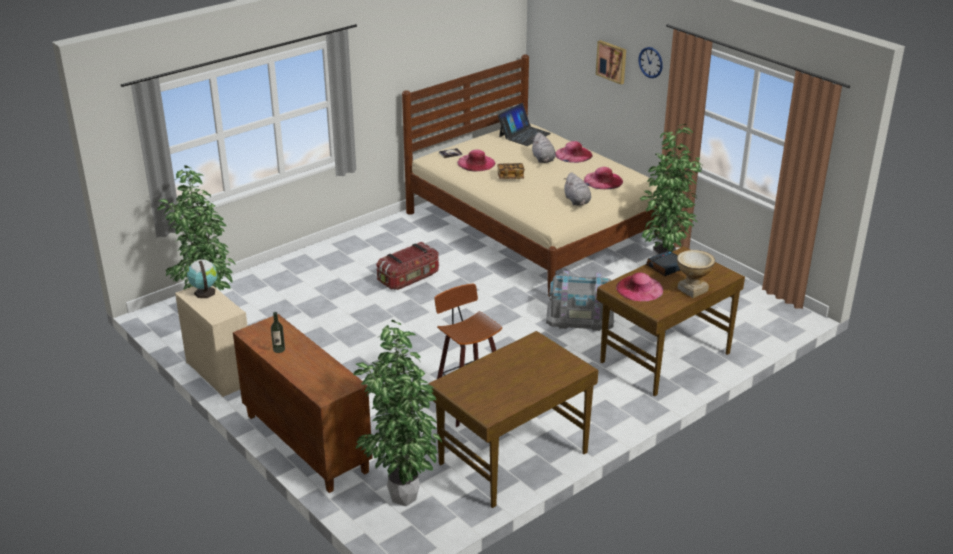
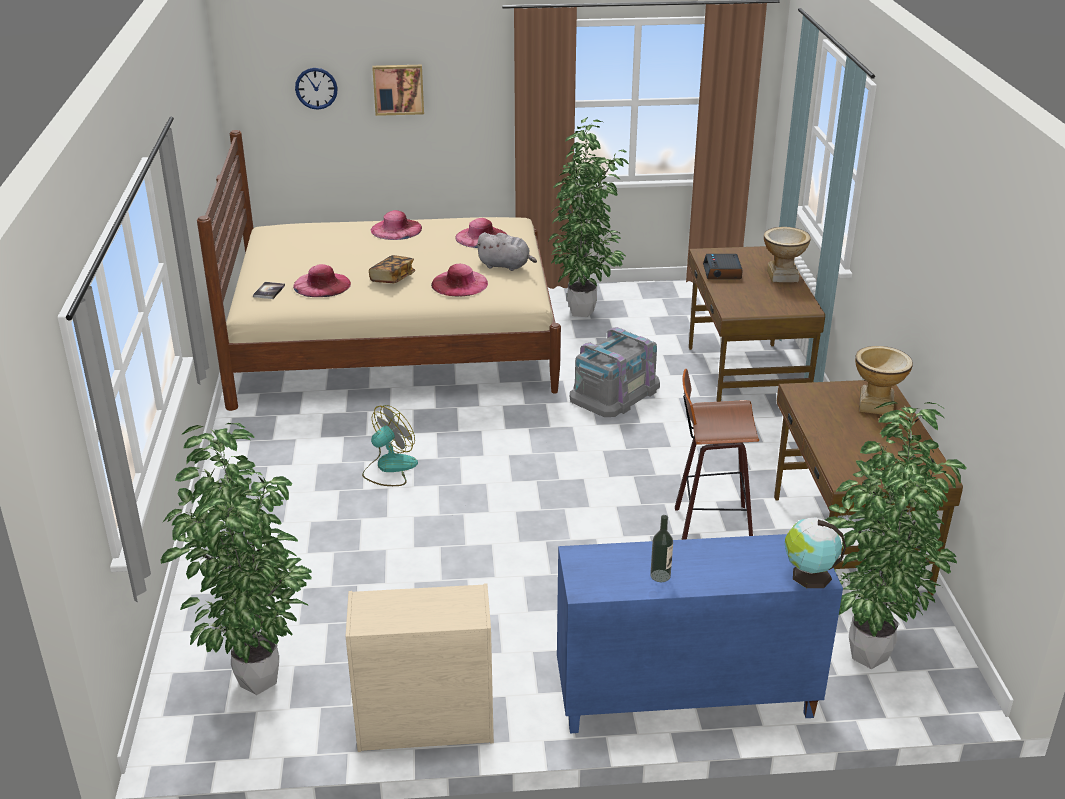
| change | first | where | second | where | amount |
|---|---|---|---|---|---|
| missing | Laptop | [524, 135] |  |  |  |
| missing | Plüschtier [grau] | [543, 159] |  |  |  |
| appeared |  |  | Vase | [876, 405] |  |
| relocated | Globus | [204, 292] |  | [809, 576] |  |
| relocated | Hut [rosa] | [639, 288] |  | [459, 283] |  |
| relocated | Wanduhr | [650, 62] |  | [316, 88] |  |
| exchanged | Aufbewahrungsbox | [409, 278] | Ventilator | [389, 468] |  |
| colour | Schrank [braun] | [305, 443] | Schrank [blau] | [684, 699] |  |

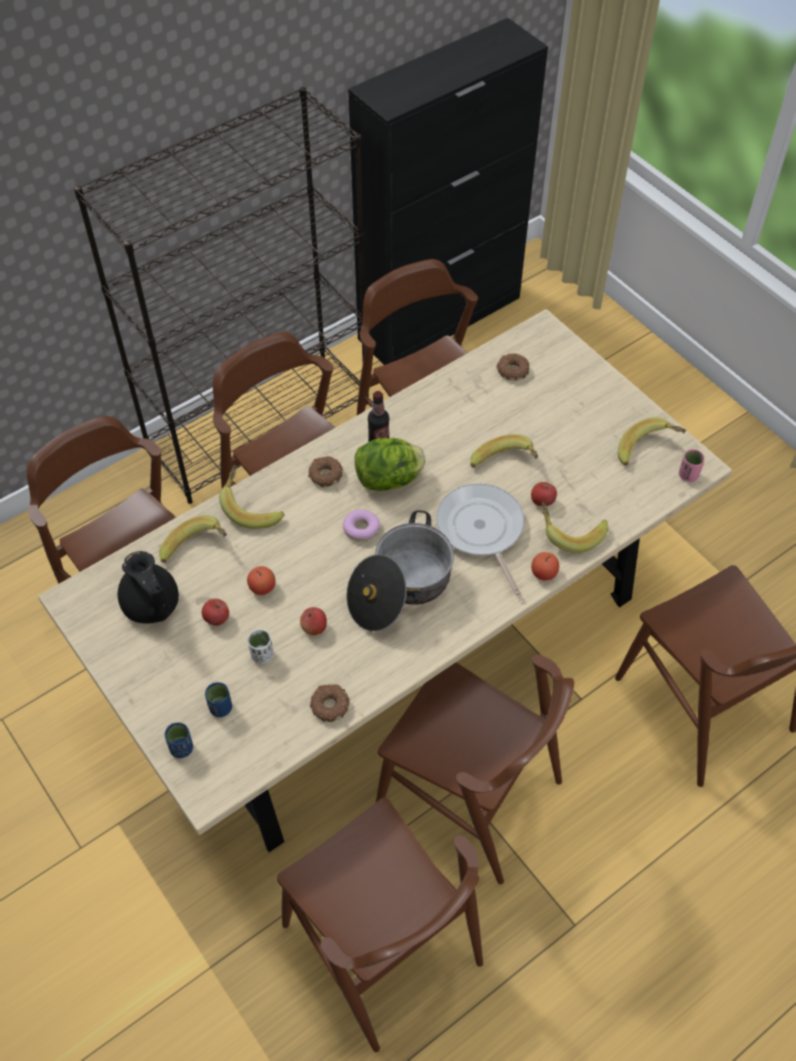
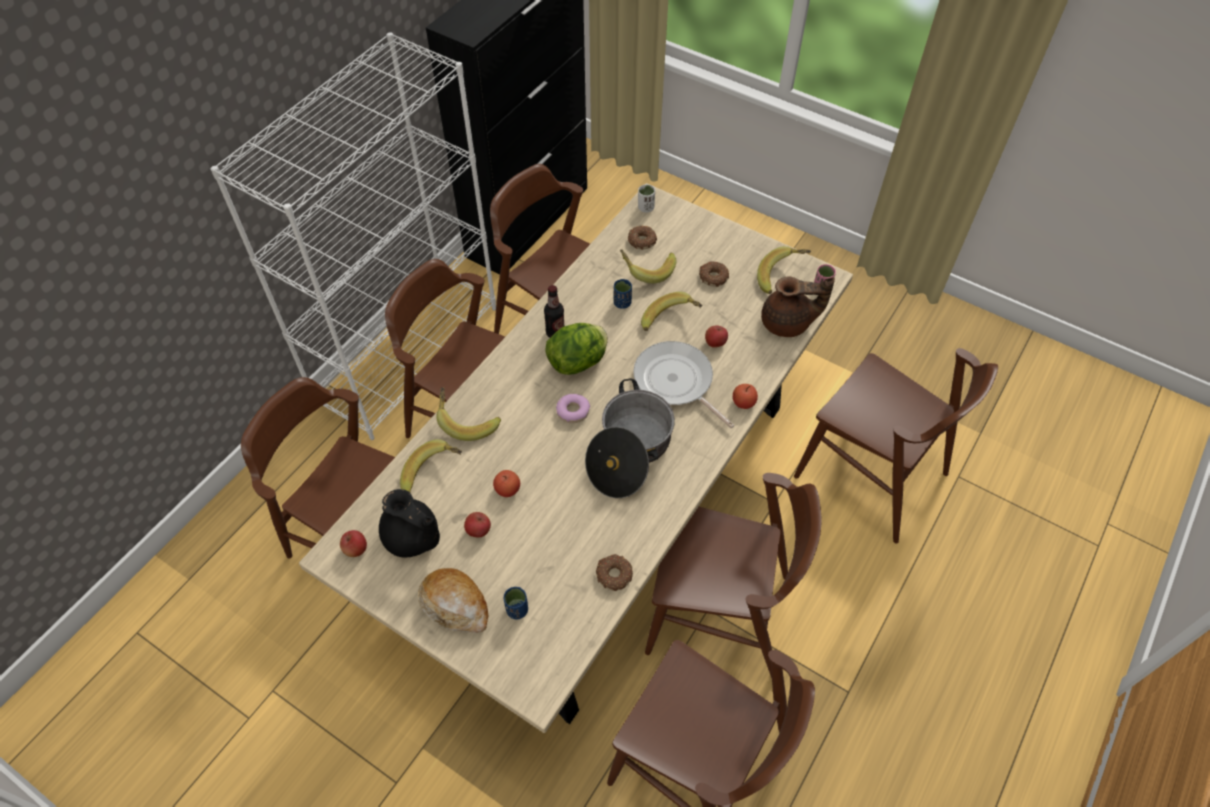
| change | first | where | second | where | amount |
|---|---|---|---|---|---|
| appeared |  |  | Brot | [455, 605] |  |
| appeared |  |  | Teekanne [braun] | [788, 323] |  |
| relocated | Tasse [blau] | [181, 748] |  | [622, 303] |  |
| relocated | Tasse [weiß] | [262, 655] |  | [646, 208] |  |
| relocated | Apfel | [314, 628] |  | [356, 549] |  |
| relocated | Donut | [325, 474] |  | [713, 277] |  |
| relocated | Banane | [570, 532] |  | [647, 270] |  |
| colour | Bücherregal [schwarz] | [260, 425] | Bücherregal [weiß] | [408, 353] |  |

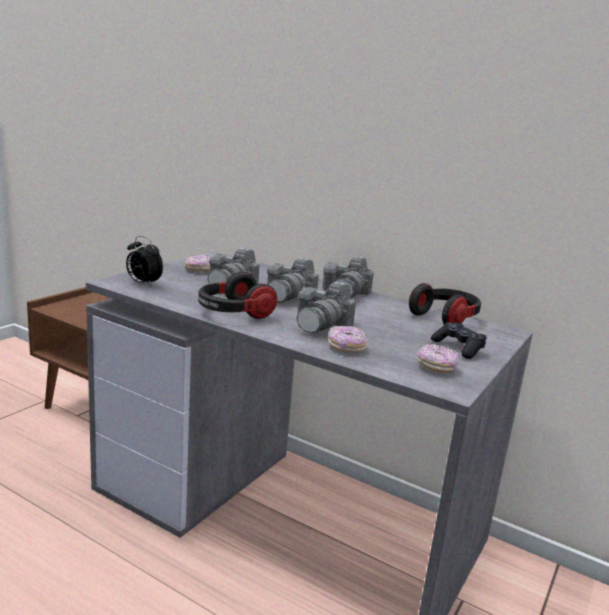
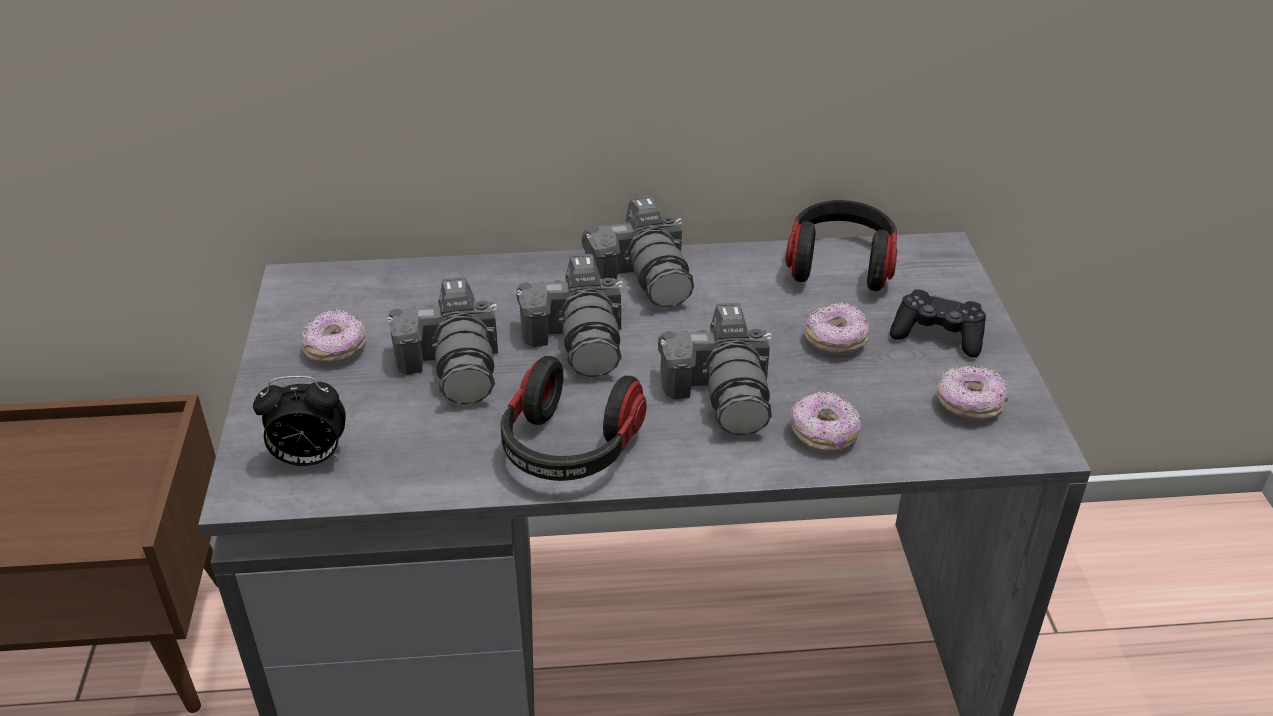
| change | first | where | second | where | amount |
|---|---|---|---|---|---|
| appeared |  |  | Donut | [836, 341] |  |

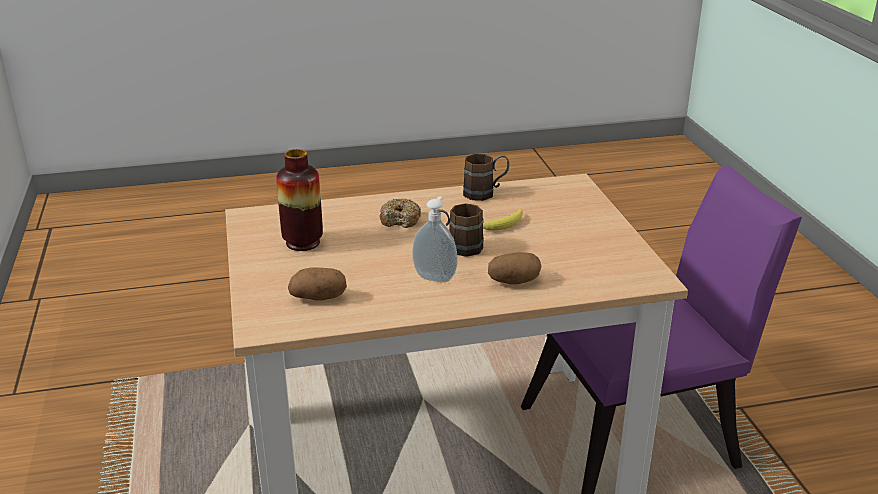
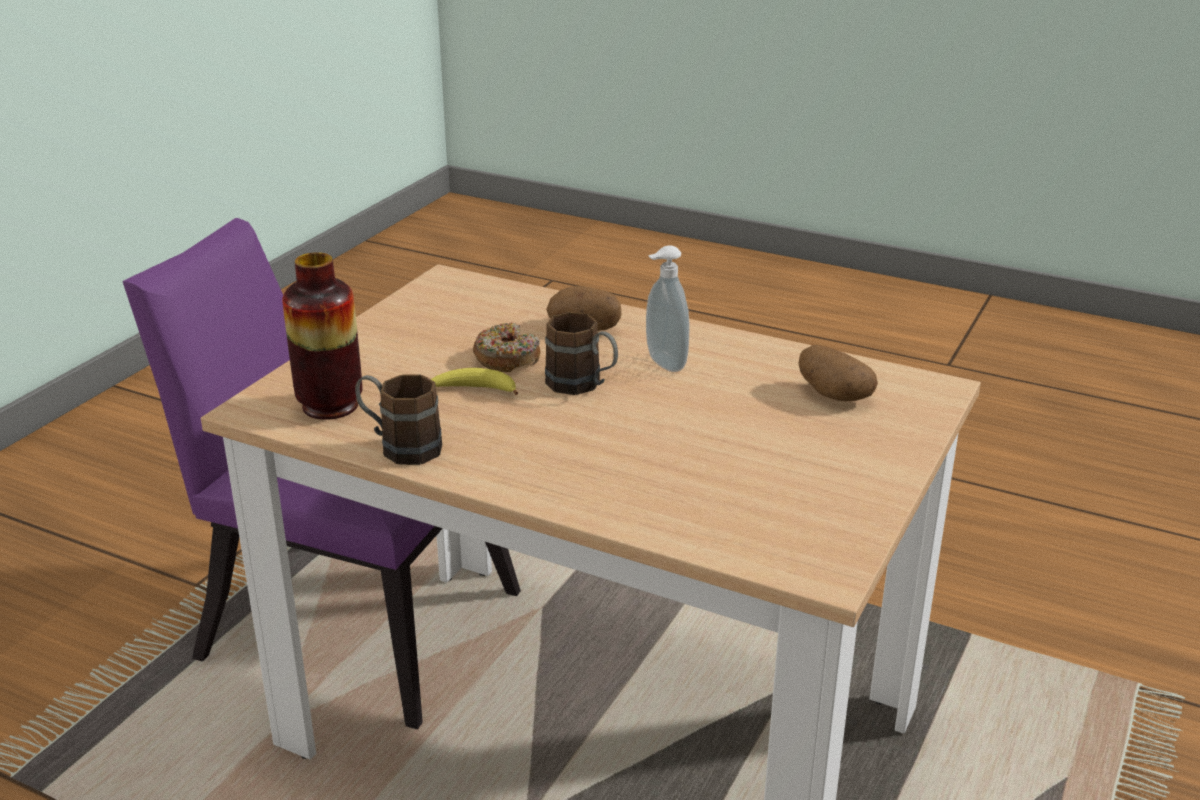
| change | first | where | second | where | amount |
|---|---|---|---|---|---|
| relocated | Vase | [303, 242] |  | [330, 406] |  |
| relocated | Donut | [400, 220] |  | [506, 358] |  |

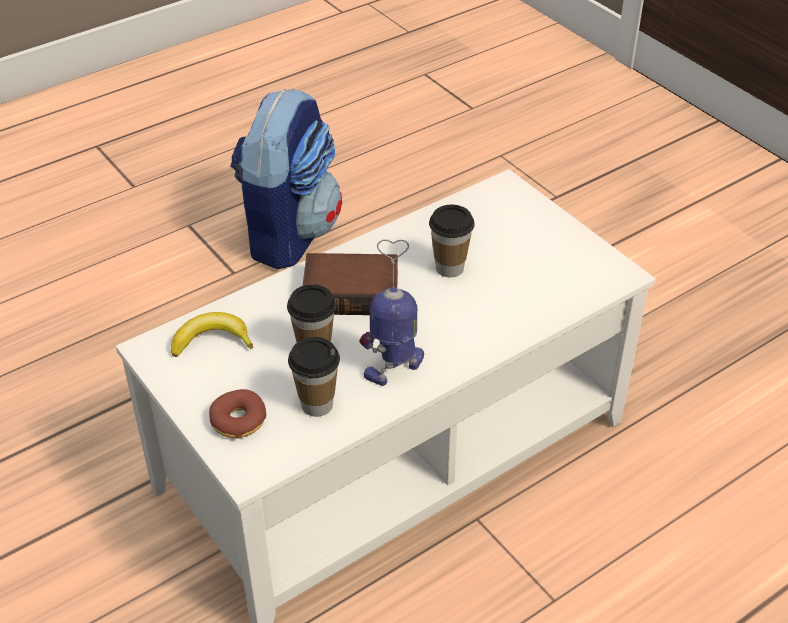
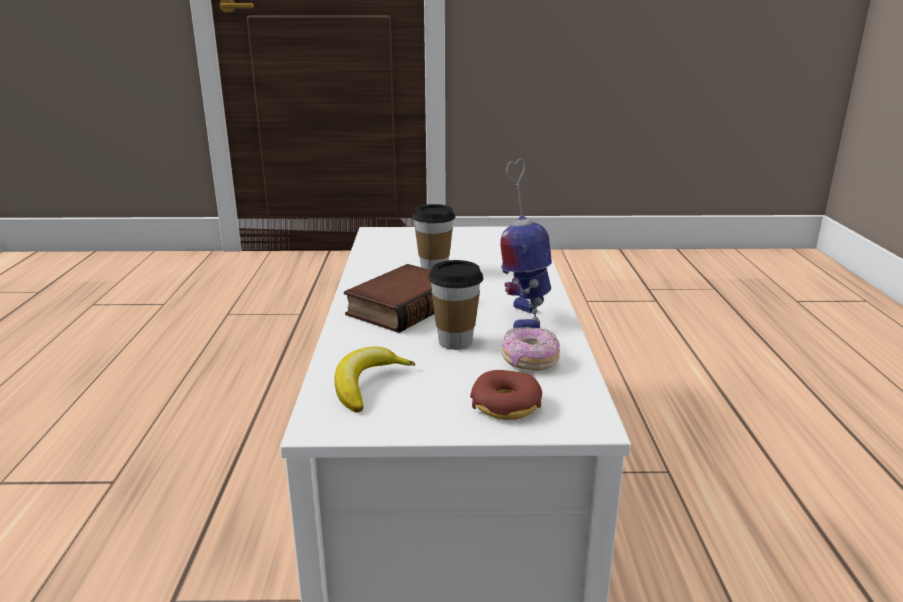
| change | first | where | second | where | amount |
|---|---|---|---|---|---|
| missing | Rucksack | [289, 233] |  |  |  |
| exchanged | Tasse | [317, 405] | Donut | [529, 361] |  |

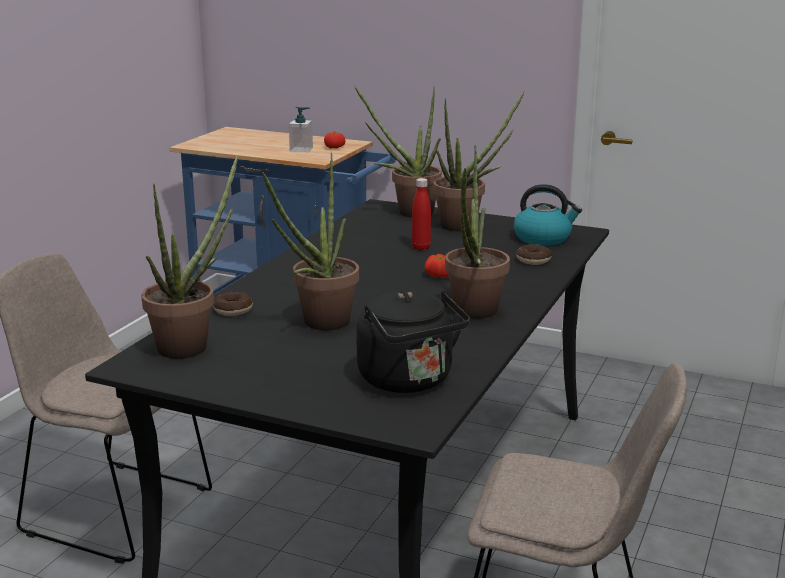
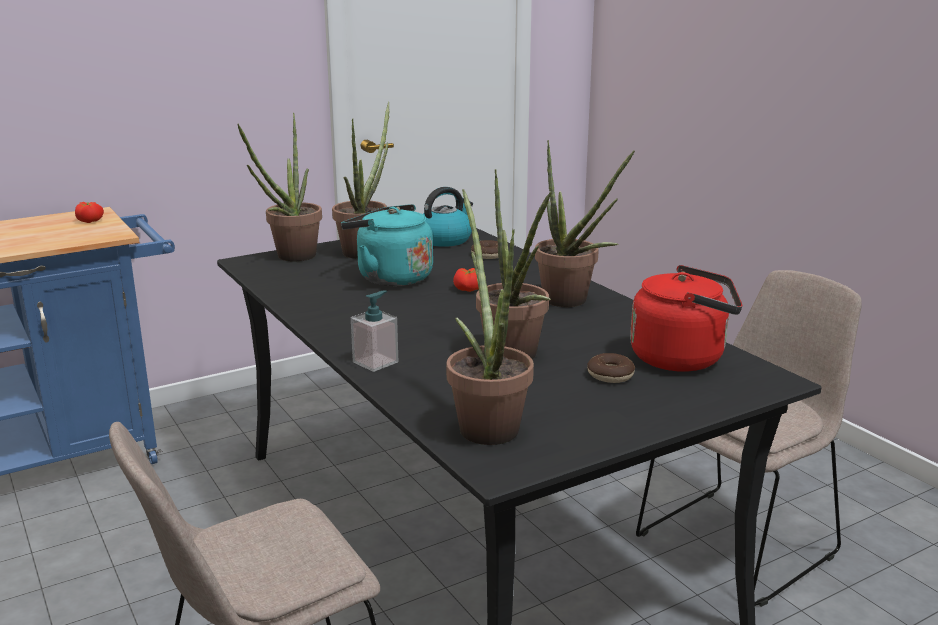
| change | first | where | second | where | amount |
|---|---|---|---|---|---|
| relocated | Donut | [233, 310] |  | [610, 375] |  |
| relocated | Seifenspender | [301, 149] |  | [375, 362] |  |
| exchanged | Flasche [rot] | [421, 248] | Wasserkessel [türkis] | [390, 277] |  |
| colour | Wasserkessel [schwarz] | [409, 381] | Wasserkessel [rot] | [683, 358] |  |

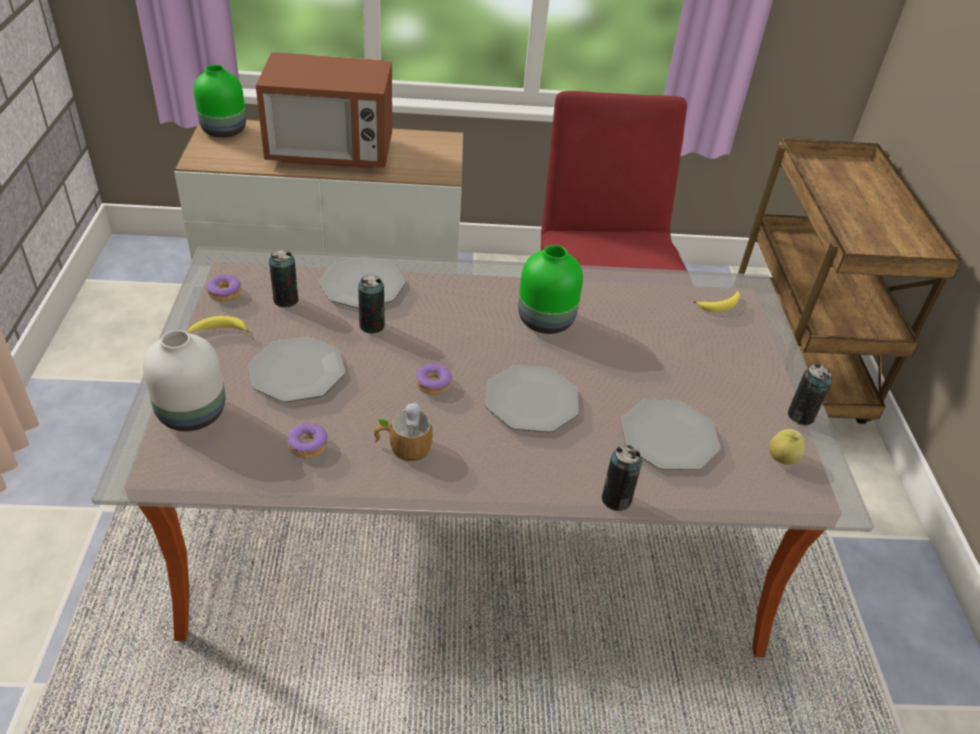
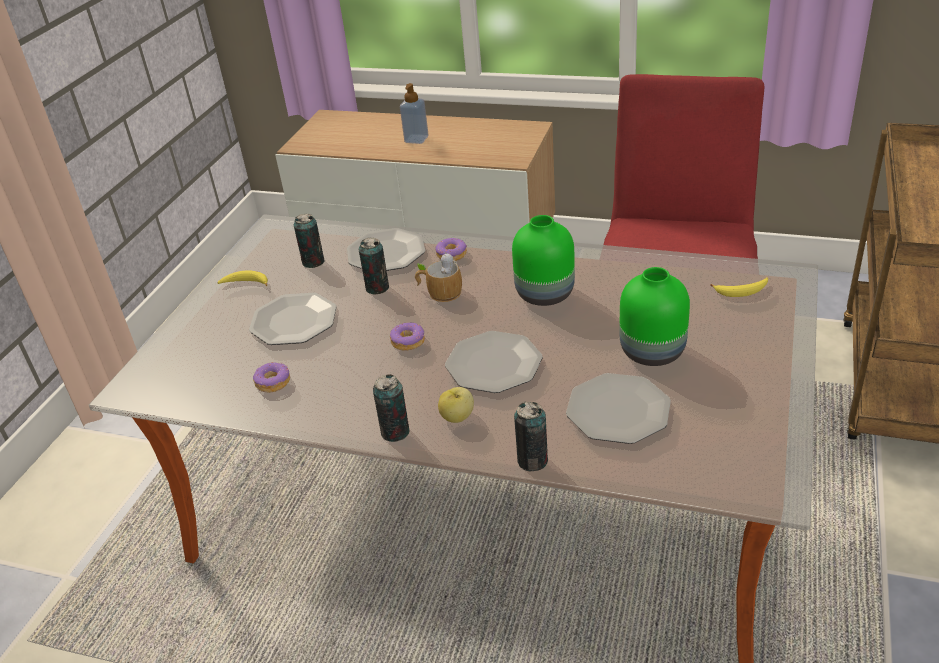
| change | first | where | second | where | amount |
|---|---|---|---|---|---|
| missing | Vase [weiß] | [191, 412] |  |  |  |
| relocated | Vase [grün] | [224, 130] |  | [653, 351] |  |
| relocated | Donut | [225, 293] |  | [452, 254] |  |
| relocated | Henkelbecher | [403, 446] |  | [439, 291] |  |
| relocated | Apfel | [783, 458] |  | [457, 417] |  |
| relocated | Dose | [800, 416] |  | [395, 432] |  |
| exchanged | Mikrowelle | [330, 152] | Seifenspender | [416, 139] |  |

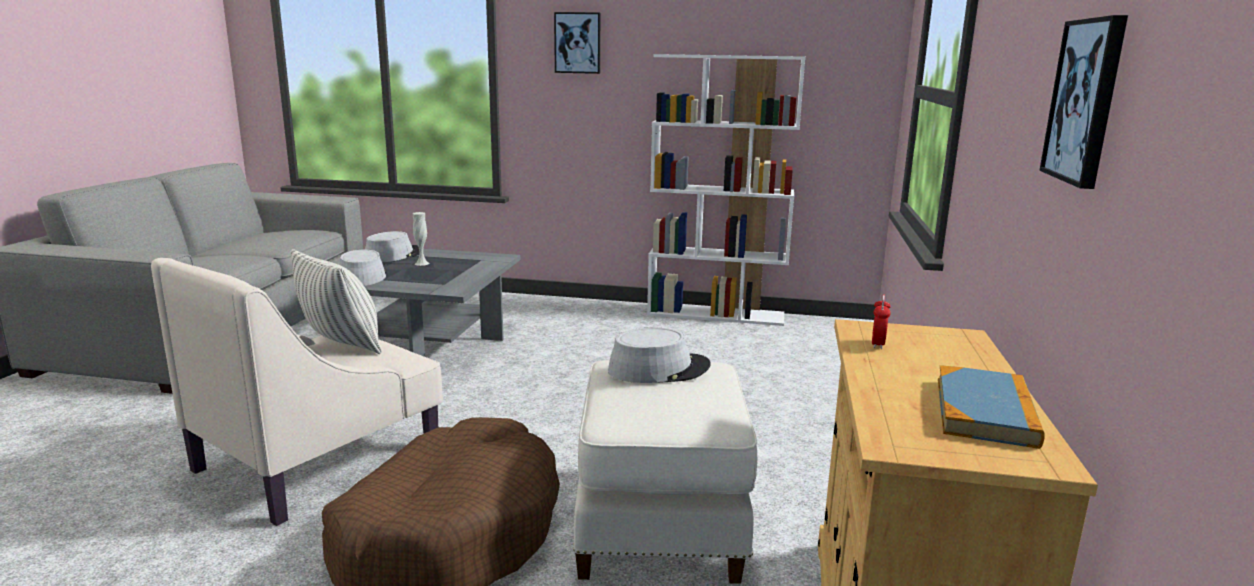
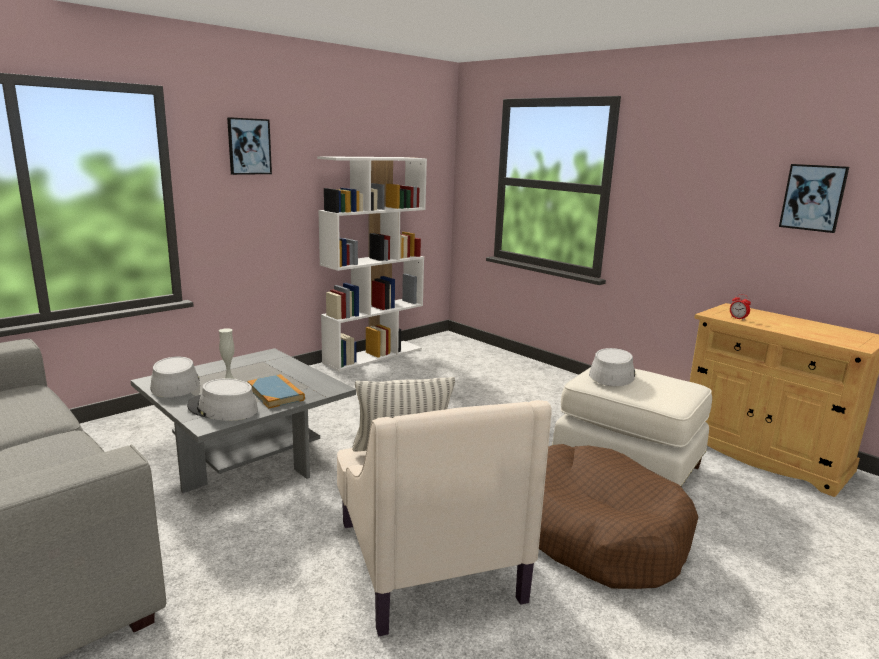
| change | first | where | second | where | amount |
|---|---|---|---|---|---|
| relocated | Buch | [985, 411] |  | [275, 394] |  |

